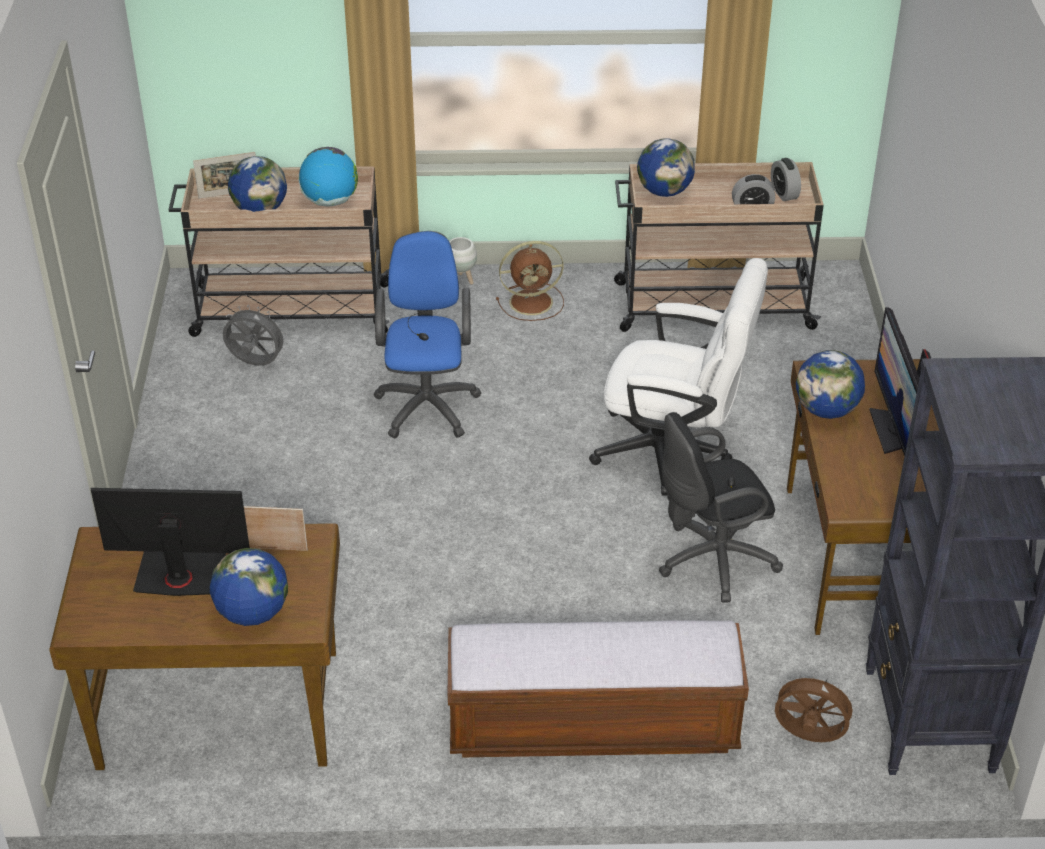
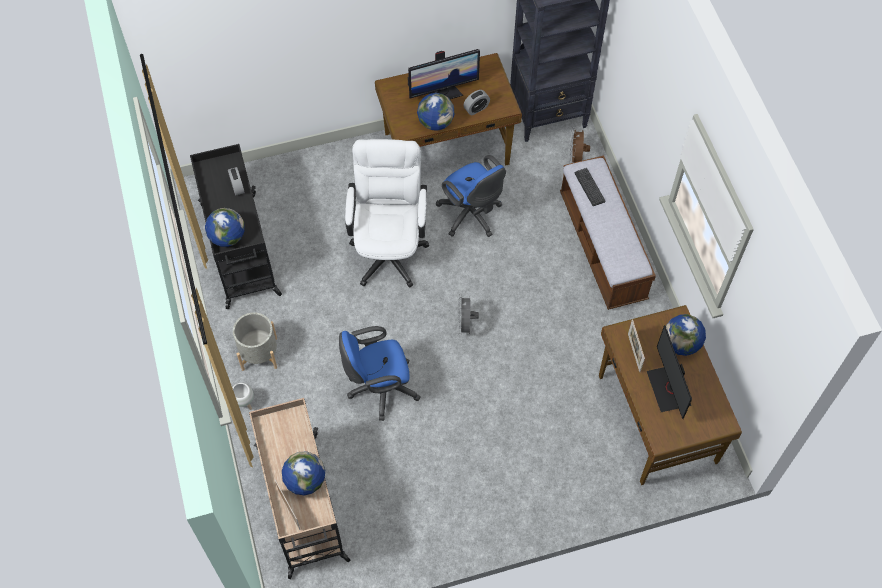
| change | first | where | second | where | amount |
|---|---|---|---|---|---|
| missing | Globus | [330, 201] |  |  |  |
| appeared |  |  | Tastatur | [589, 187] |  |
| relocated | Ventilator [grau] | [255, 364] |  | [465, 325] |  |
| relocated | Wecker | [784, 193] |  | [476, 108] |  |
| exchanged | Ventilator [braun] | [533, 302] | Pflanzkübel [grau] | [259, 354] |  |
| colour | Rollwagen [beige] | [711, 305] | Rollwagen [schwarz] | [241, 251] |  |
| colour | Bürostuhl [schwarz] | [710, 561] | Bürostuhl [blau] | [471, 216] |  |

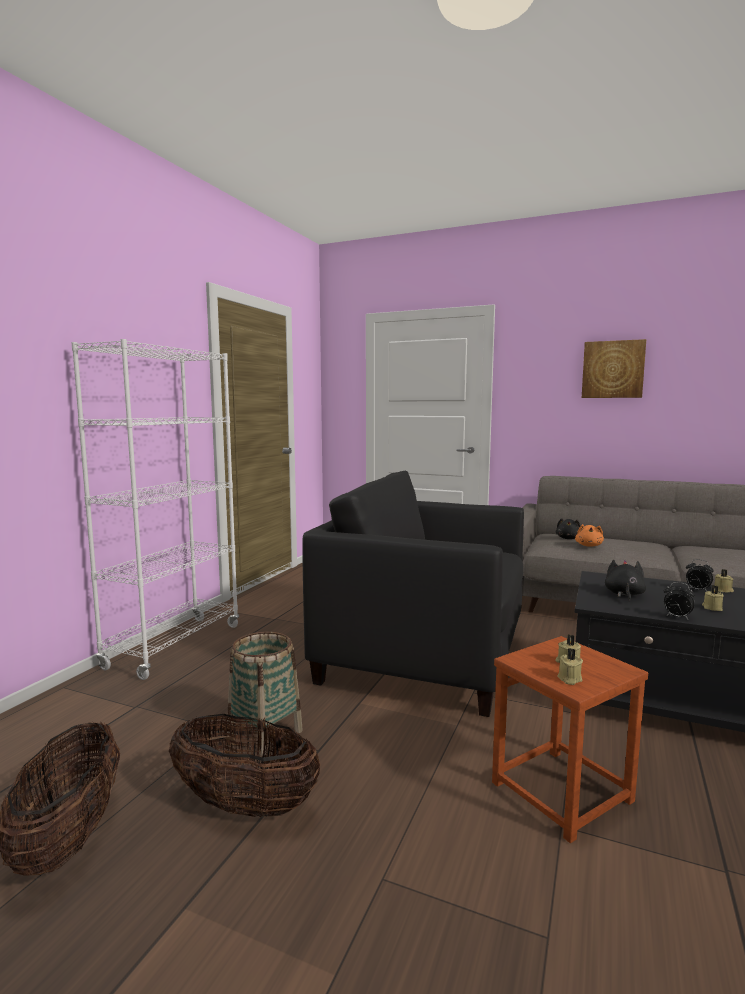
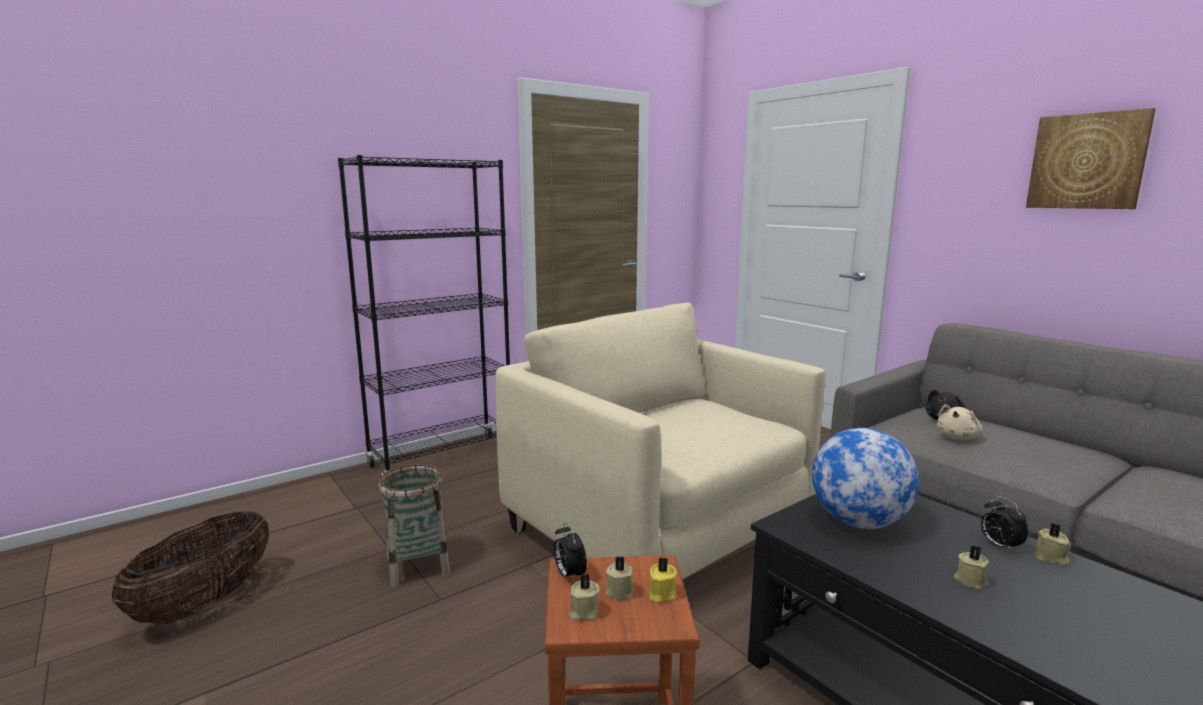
| change | first | where | second | where | amount |
|---|---|---|---|---|---|
| missing | Korb | [244, 805] |  |  |  |
| appeared |  |  | Kerze [gelb] | [660, 594] |  |
| relocated | Wecker | [676, 617] |  | [569, 575] |  |
| exchanged | Plüschtier [schwarz] | [624, 594] | Globus | [859, 522] |  |
| colour | Bücherregal [weiß] | [174, 646] | Bücherregal [schwarz] | [442, 458] |  |
| colour | Sessel [schwarz] | [424, 655] | Sessel [beige] | [658, 531] |  |
| colour | Plüschtier [orange] | [589, 545] | Plüschtier [beige] | [958, 437] |  |

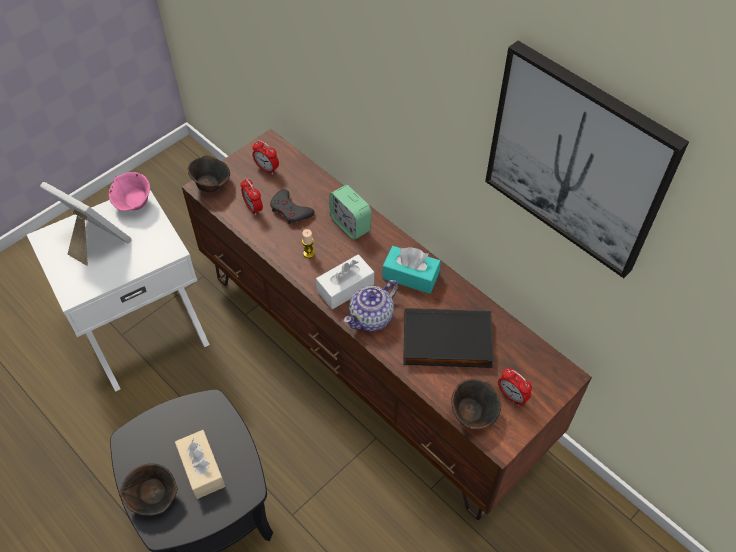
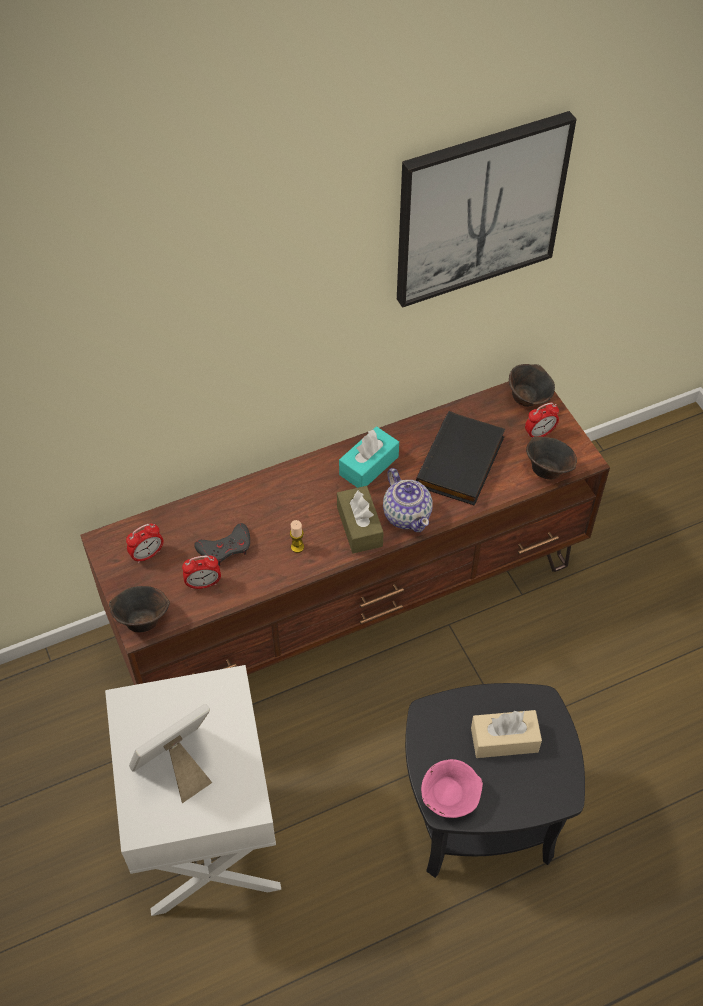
| change | first | where | second | where | amount |
|---|---|---|---|---|---|
| missing | Wecker | [350, 224] |  |  |  |
| relocated | Schüssel [rosa] | [134, 204] |  | [450, 798] |  |
| relocated | Schüssel [braun] | [154, 497] |  | [528, 398] |  |
| colour | Taschentuchbox [weiß] | [345, 288] | Taschentuchbox [braun] | [359, 526] |  |

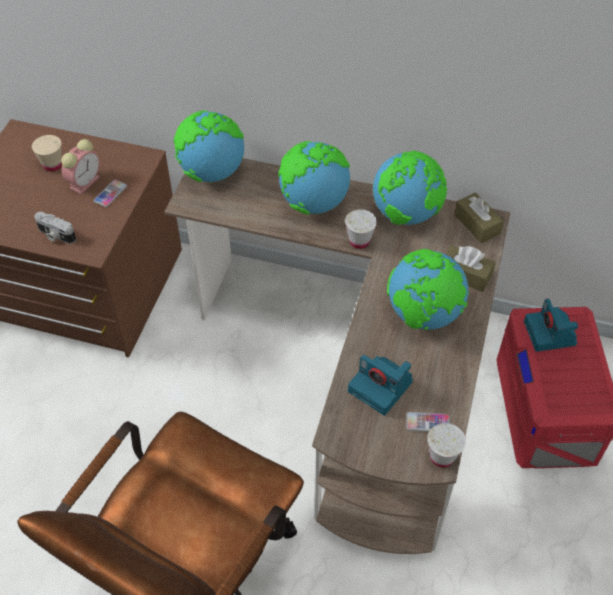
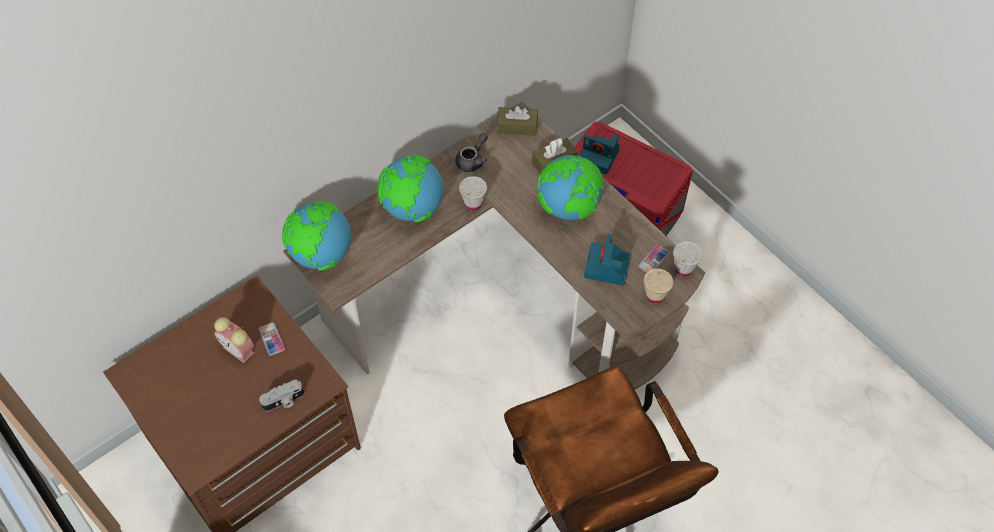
| change | first | where | second | where | amount |
|---|---|---|---|---|---|
| relocated | Tasse [beige] | [52, 165] |  | [655, 295] |  |
| exchanged | Globus | [406, 214] | Teekanne [grau] | [472, 160] |  |
| spun | Wecker | [85, 181] |  | [240, 350] | 150 degrees clockwise |
| spun | Kamera | [381, 387] |  | [607, 267] | 120 degrees clockwise |

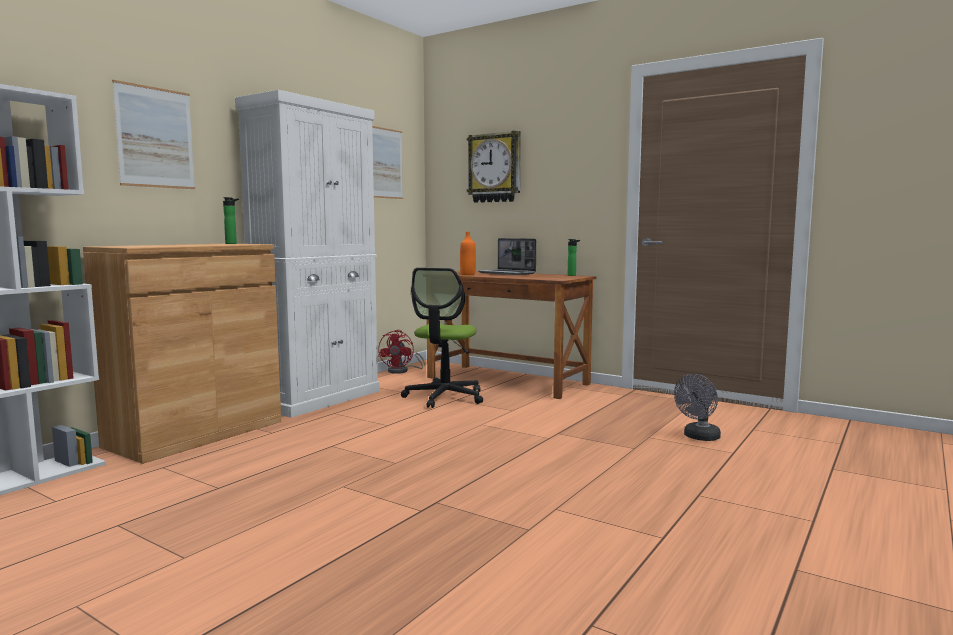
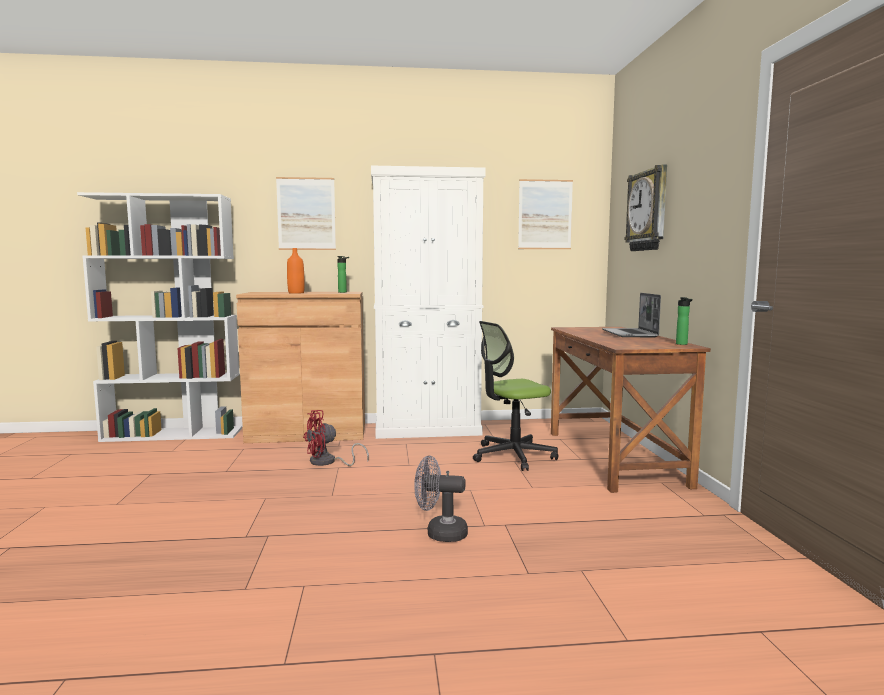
| change | first | where | second | where | amount |
|---|---|---|---|---|---|
| relocated | Ventilator [rot] | [402, 371] |  | [328, 462] |  |
| relocated | Flasche [orange] | [467, 274] |  | [296, 293] |  |
| relocated | Ventilator [grau] | [699, 437] |  | [440, 533] |  |

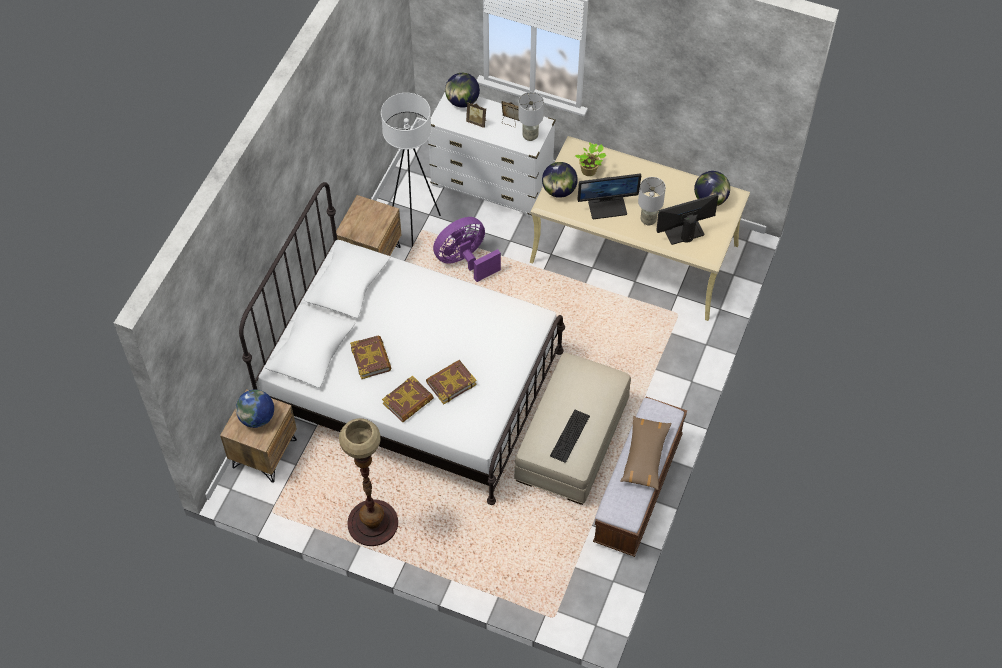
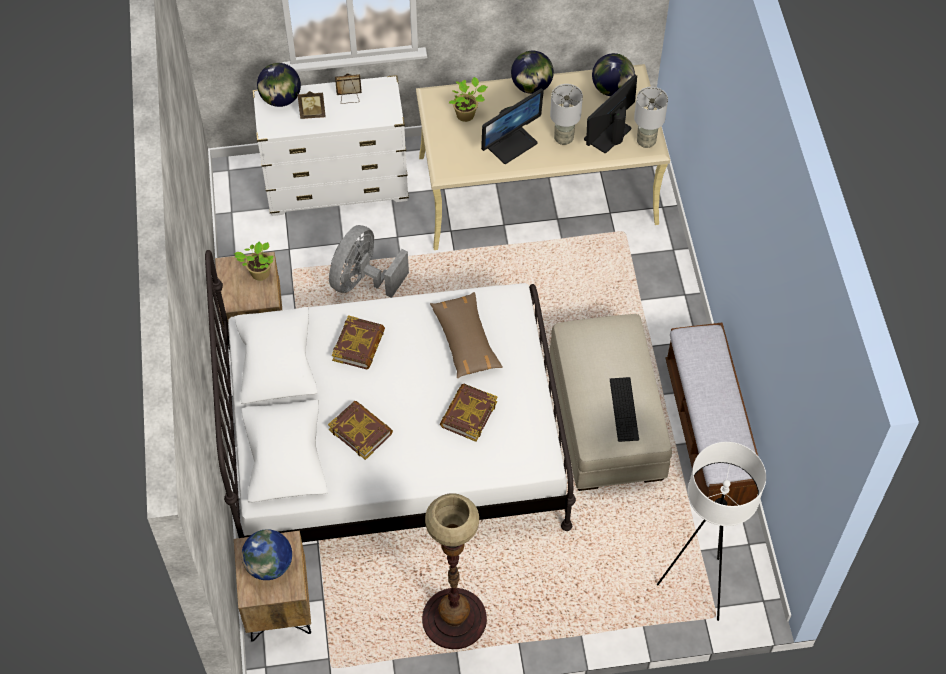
| change | first | where | second | where | amount |
|---|---|---|---|---|---|
| appeared |  |  | Topfpflanze | [259, 274] |  |
| relocated | Stehlampe [weiß] | [414, 224] |  | [696, 587] |  |
| relocated | Buch | [408, 401] |  | [359, 345] |  |
| relocated | Tischlampe [grau] | [530, 136] |  | [645, 141] |  |
| relocated | Globus | [559, 190] |  | [531, 86] |  |
| relocated | Kissen [braun] | [645, 456] |  | [465, 341] |  |
| colour | Ventilator [lila] | [465, 261] | Ventilator [grau] | [363, 281] |  |

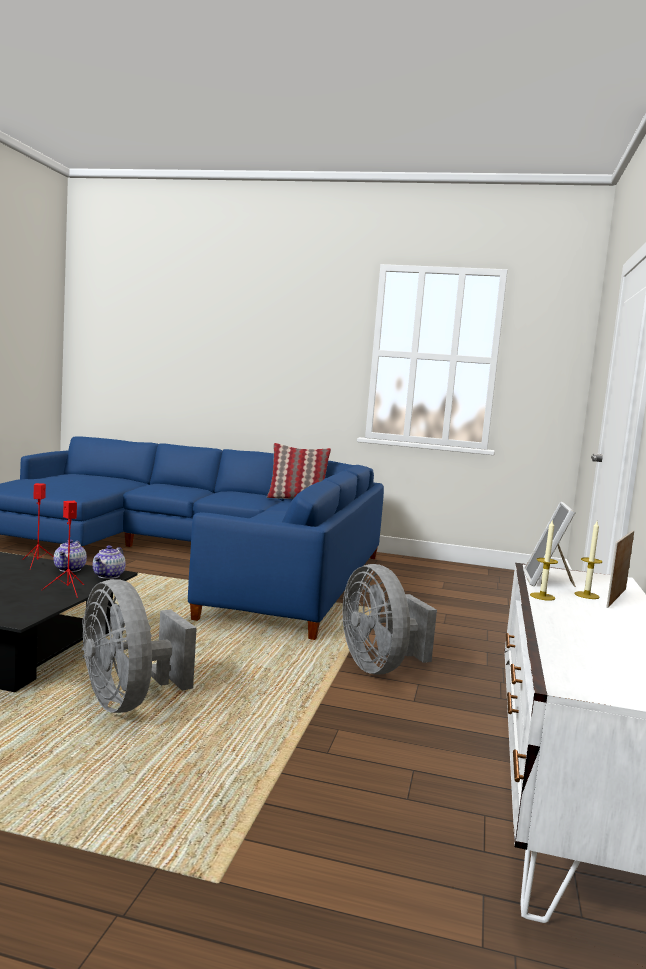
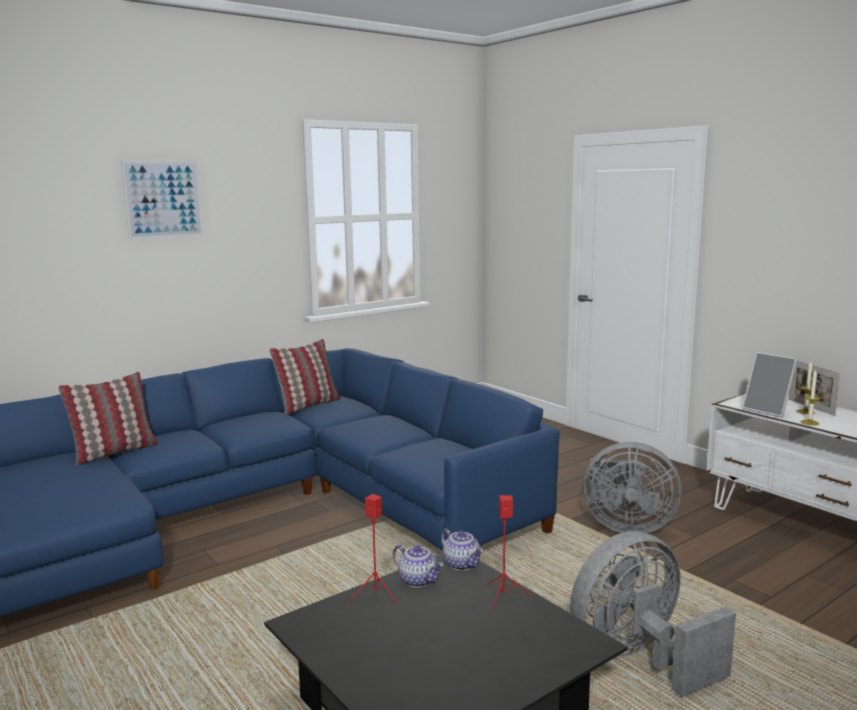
| change | first | where | second | where | amount |
|---|---|---|---|---|---|
| appeared |  |  | Kissen | [114, 452] |  |
| appeared |  |  | Bild | [163, 199] |  |
| spun | Ventilator [grau] | [128, 701] |  | [639, 658] | 150 degrees clockwise |

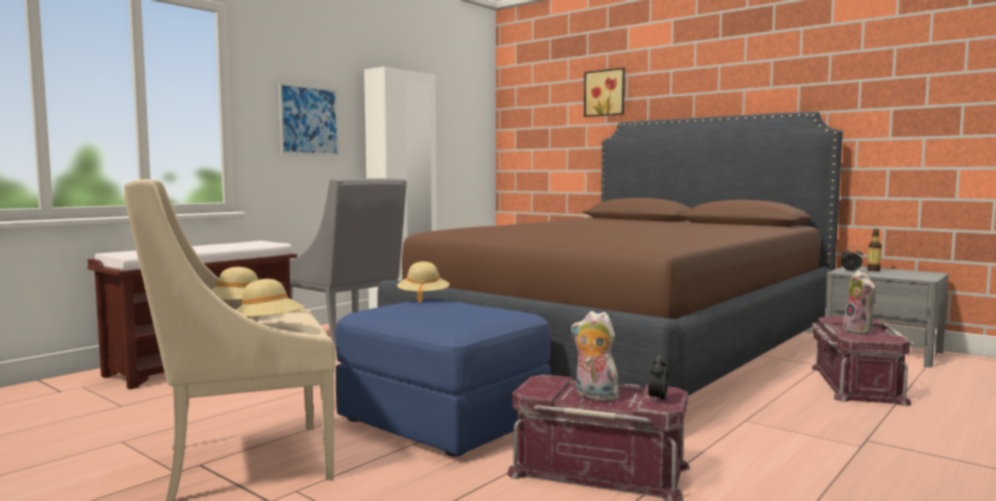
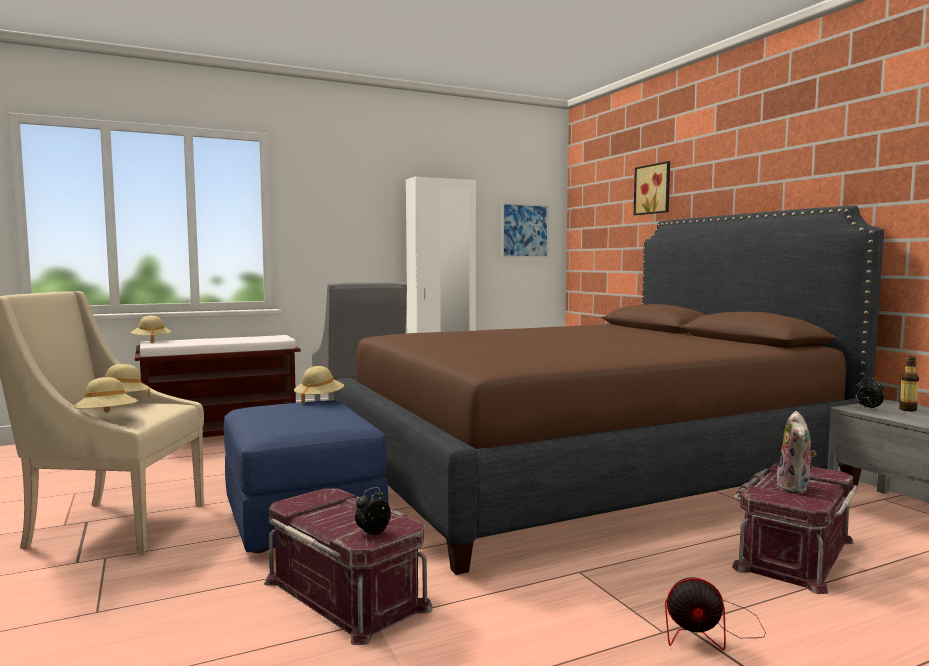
| change | first | where | second | where | amount |
|---|---|---|---|---|---|
| missing | Plüschtier | [593, 396] |  |  |  |
| appeared |  |  | Hut [beige] | [151, 341] |  |
| appeared |  |  | Ventilator | [709, 631] |  |
| relocated | Bild | [309, 120] |  | [525, 230] |  |

